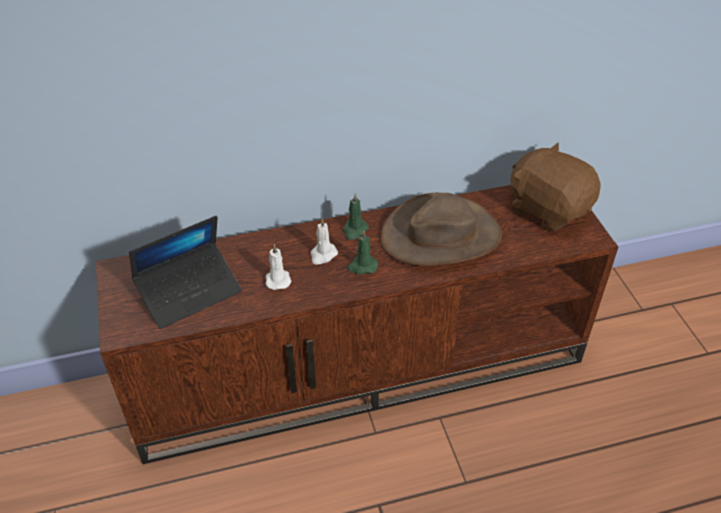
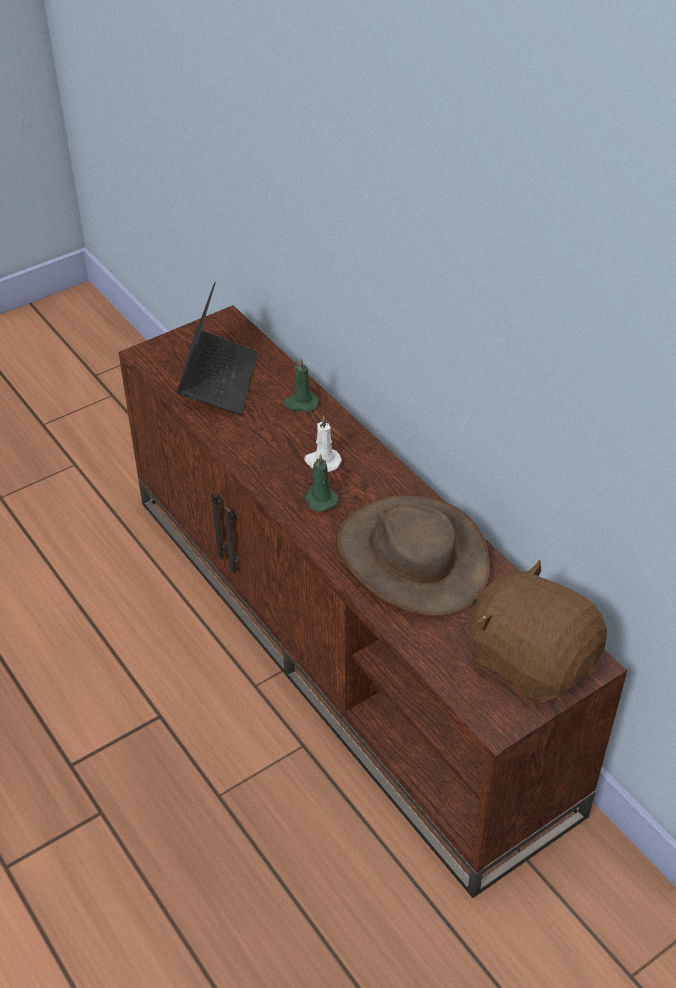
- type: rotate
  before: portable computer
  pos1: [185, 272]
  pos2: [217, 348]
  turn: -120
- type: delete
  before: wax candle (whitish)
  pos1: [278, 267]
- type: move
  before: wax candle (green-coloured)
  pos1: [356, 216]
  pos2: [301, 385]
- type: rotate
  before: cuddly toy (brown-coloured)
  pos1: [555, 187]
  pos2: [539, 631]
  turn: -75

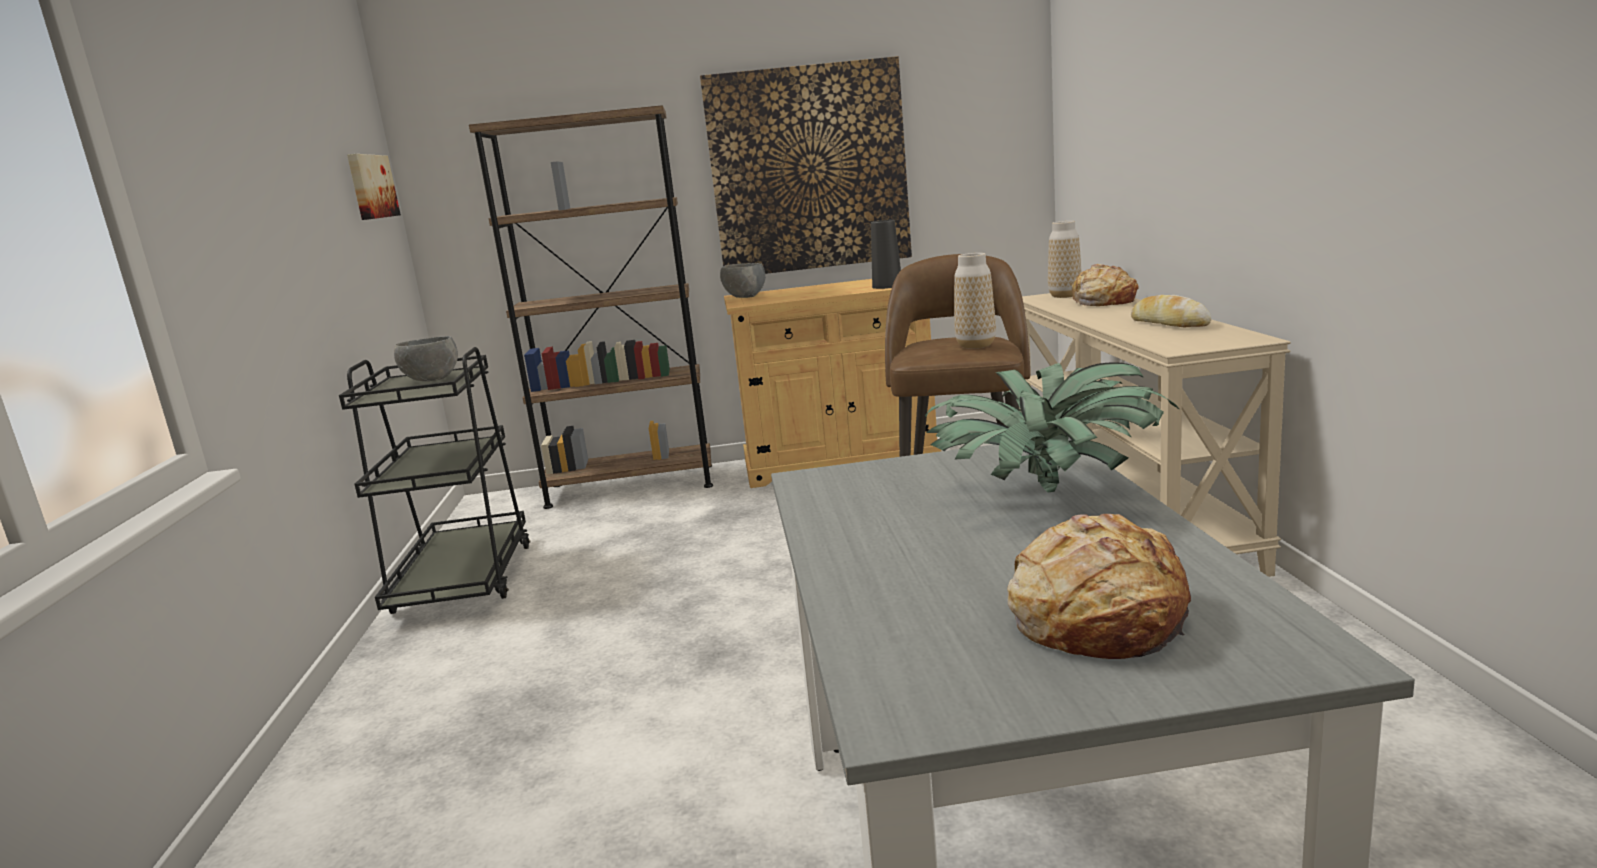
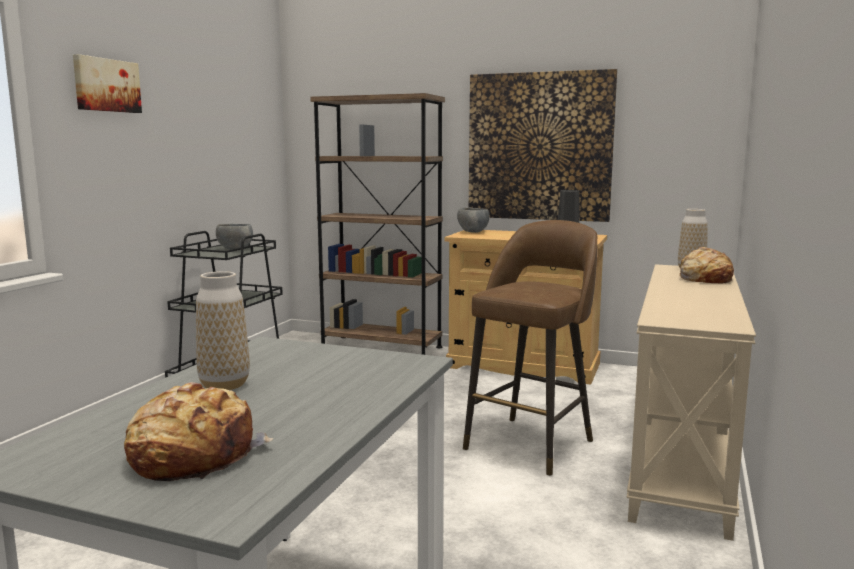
- type: move
  before: wall art
  pos1: [374, 187]
  pos2: [107, 83]
- type: delete
  before: potted plant
  pos1: [1052, 427]
- type: move
  before: decorative vase
  pos1: [975, 300]
  pos2: [223, 330]
- type: delete
  before: bread
  pos1: [1171, 311]

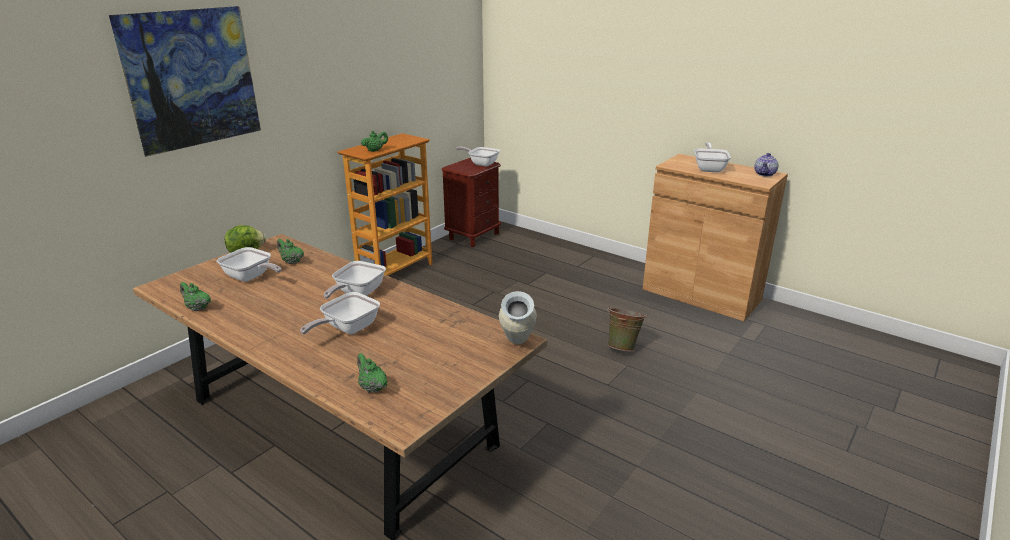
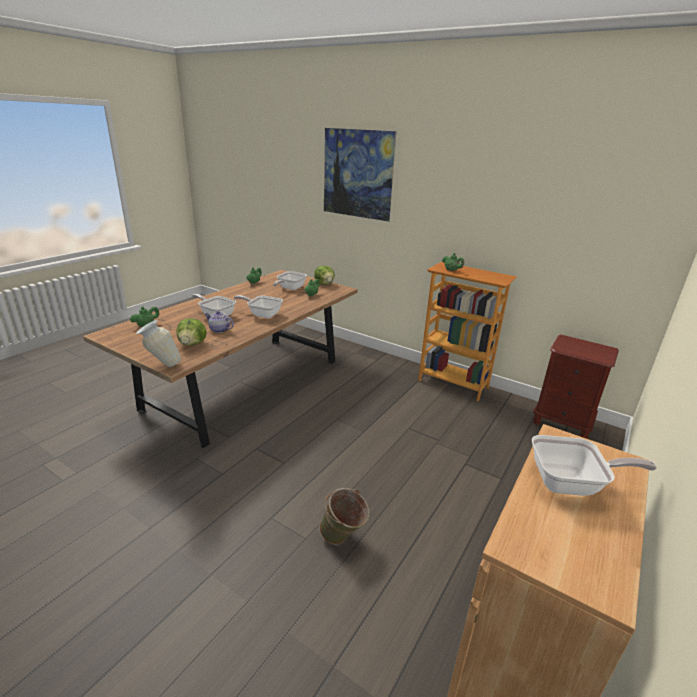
- type: delete
  before: skillet
  pos1: [478, 156]
- type: move
  before: teapot
  pos1: [766, 165]
  pos2: [219, 322]
- type: insert
  after: lettuce head
  pos2: [192, 332]

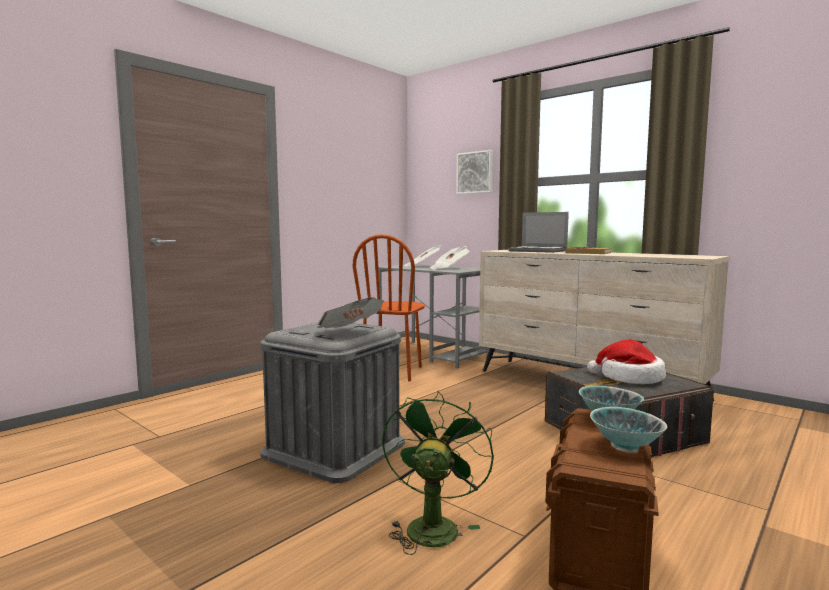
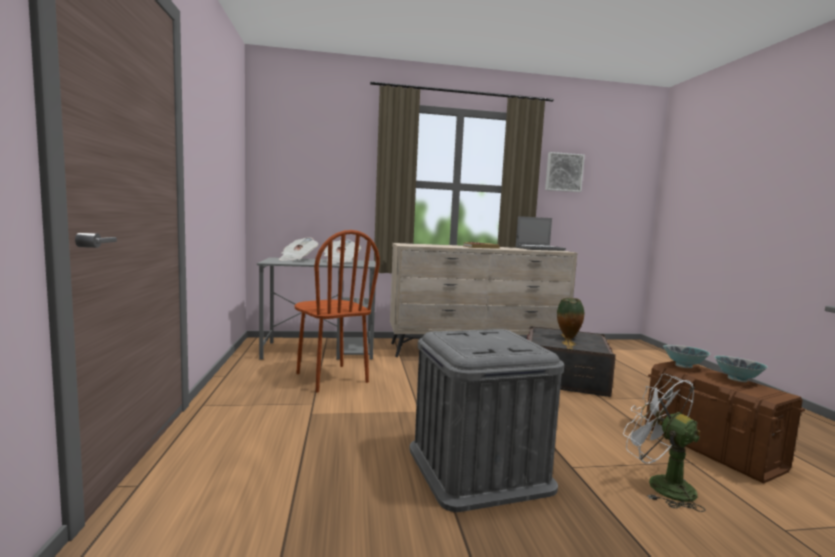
- type: delete
  before: newspaper
  pos1: [350, 312]
- type: recolor
  before: cooling fan (green-coloured)
  after: cooling fan (whitish)
  pos1: [438, 472]
  pos2: [664, 443]
- type: move
  before: wall art
  pos1: [474, 172]
  pos2: [565, 172]
- type: move
  before: portable computer
  pos1: [538, 232]
  pos2: [541, 233]
- type: replace
  before: wearable hat
  after: decorative vase
  pos1: [626, 362]
  pos2: [570, 318]

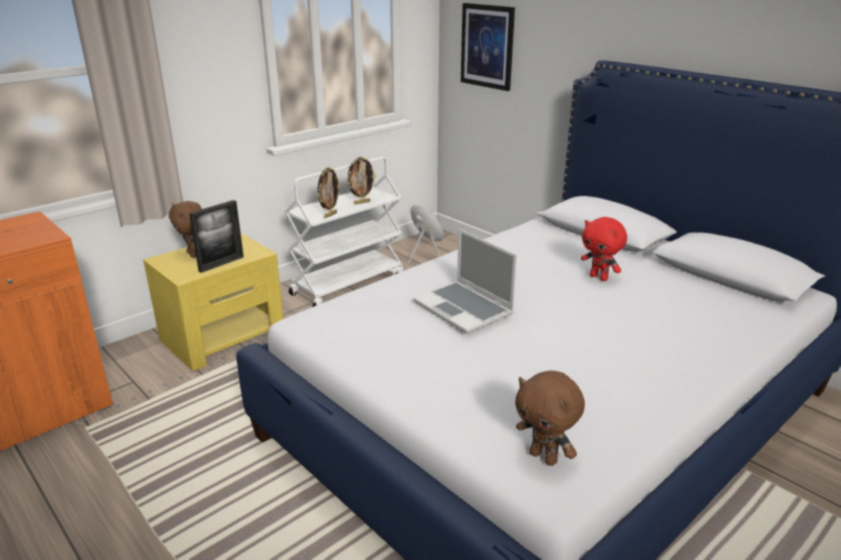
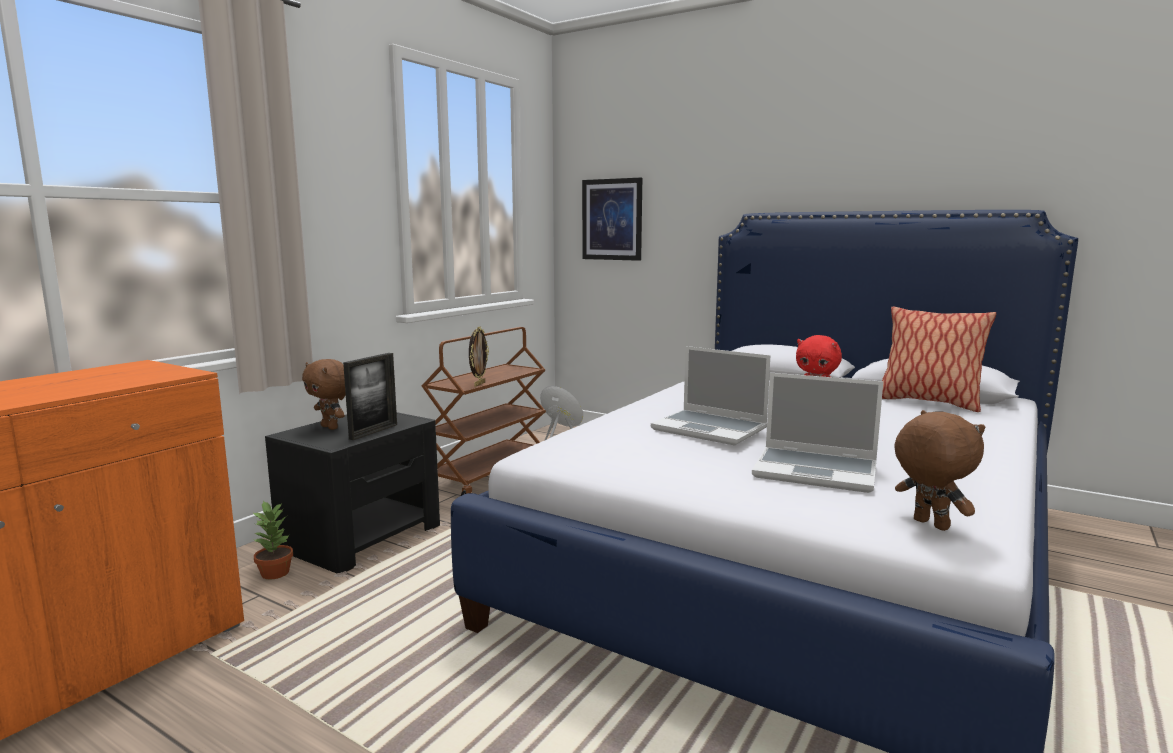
- type: recolor
  before: night table (yellow-coloured)
  after: night table (blackish)
  pos1: [213, 301]
  pos2: [352, 492]
- type: recolor
  before: wheeled cart (whitish)
  after: wheeled cart (brown-coloured)
  pos1: [344, 232]
  pos2: [484, 411]
- type: delete
  before: picture frame
  pos1: [361, 180]
- type: rotate
  before: cuddly toy (brown-coloured)
  pos1: [550, 418]
  pos2: [939, 470]
  turn: -150
- type: insert
  after: potted plant
  pos2: [272, 539]
- type: insert
  after: portable computer
  pos2: [817, 433]
- type: insert
  after: throw pillow
  pos2: [939, 359]

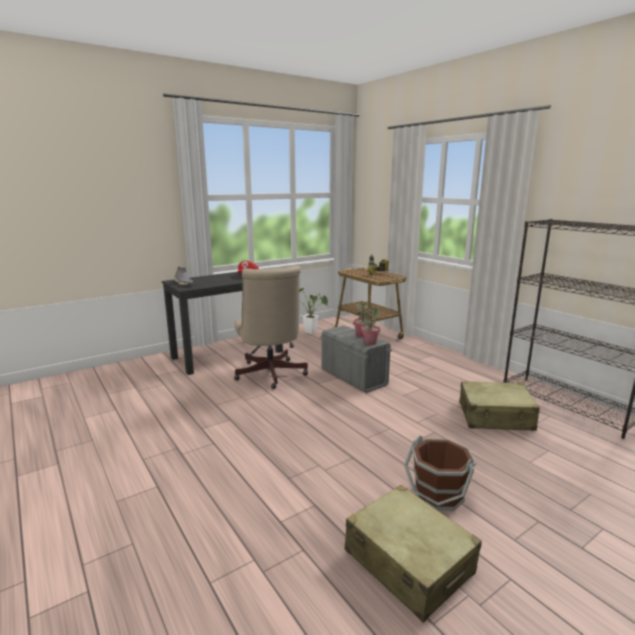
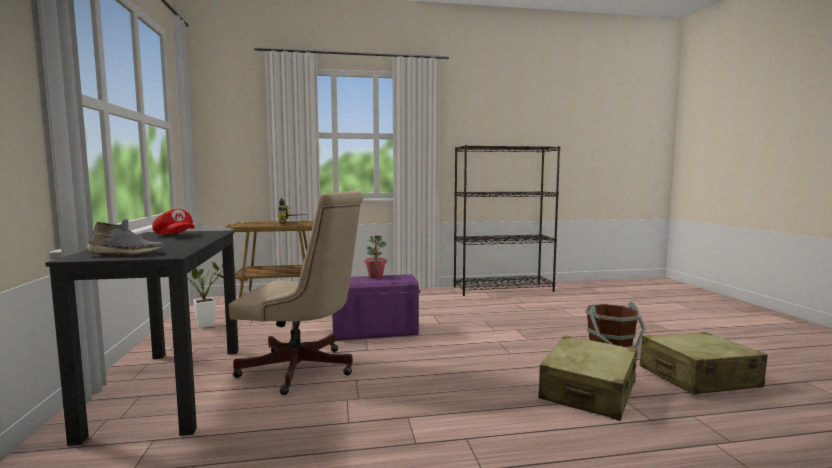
- type: recolor
  before: storage box (gray)
  after: storage box (purple)
  pos1: [356, 359]
  pos2: [376, 307]
- type: delete
  before: potted plant
  pos1: [370, 326]
- type: move
  before: travel case (beige)
  pos1: [499, 406]
  pos2: [587, 378]

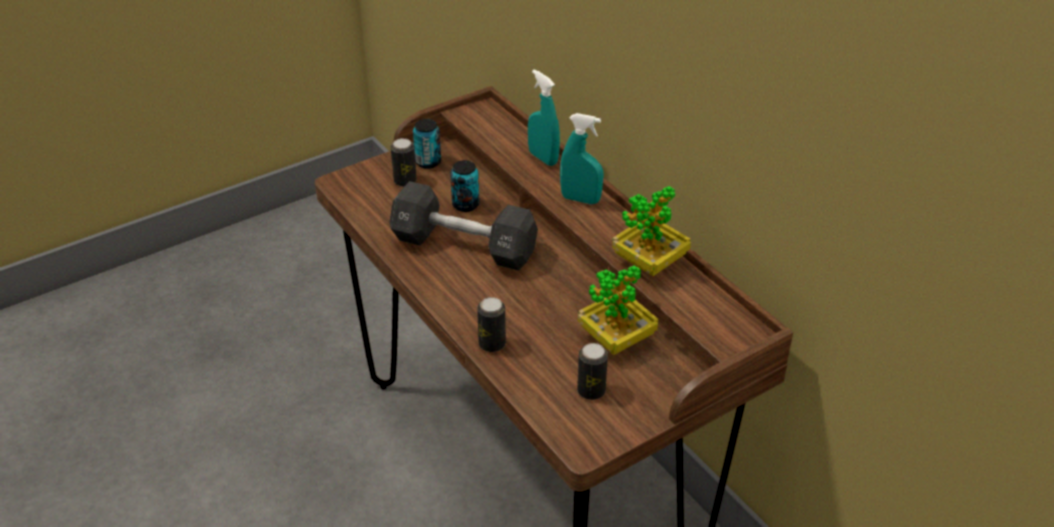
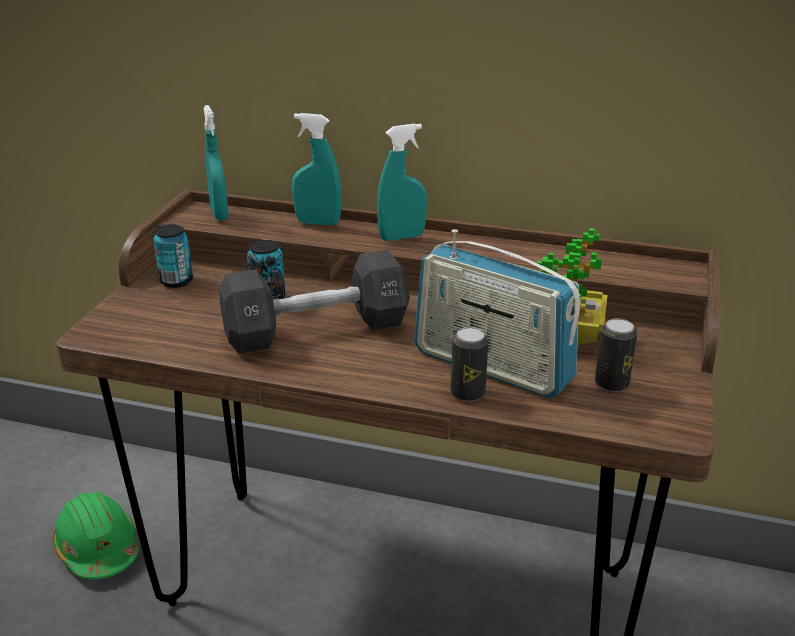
- type: delete
  before: metal can
  pos1: [404, 162]
- type: delete
  before: potted plant
  pos1: [651, 231]
- type: insert
  after: work helmet (green-coloured)
  pos2: [95, 535]
- type: insert
  after: spray bottle (blue-green)
  pos2: [216, 163]
- type: insert
  after: radio
  pos2: [497, 313]

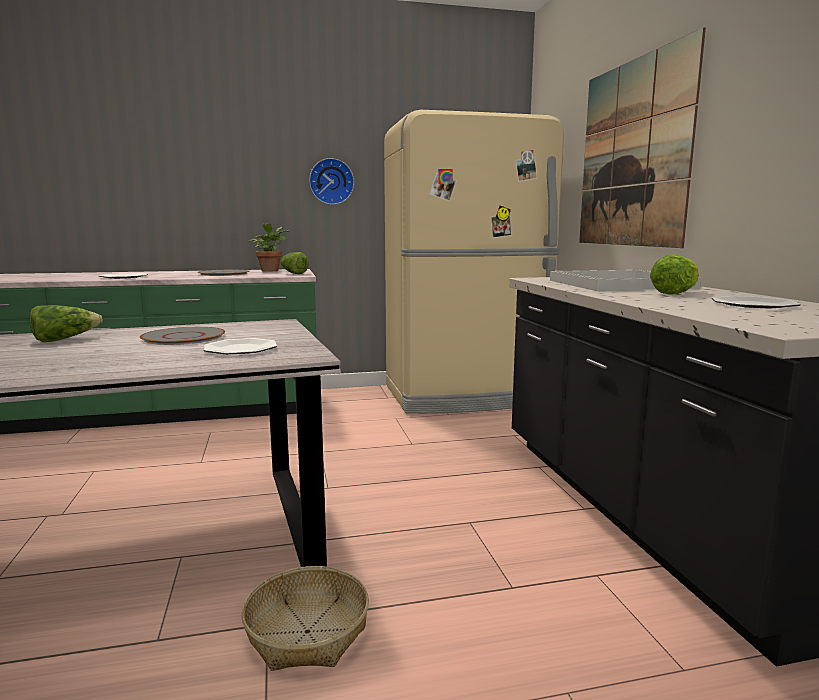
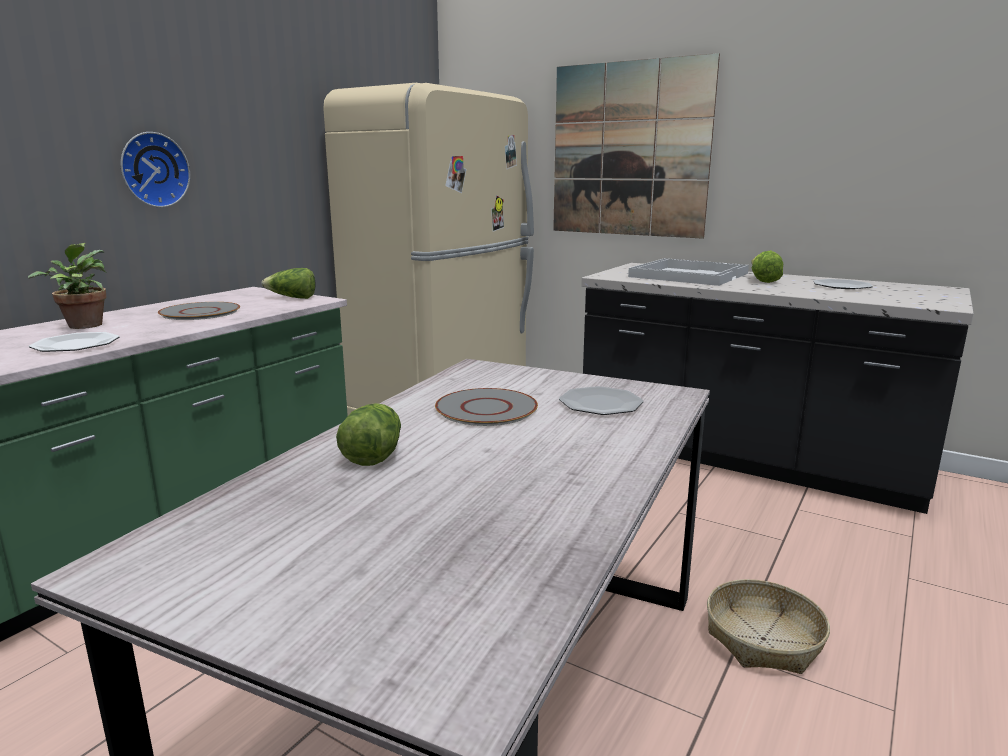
- type: move
  before: potted plant
  pos1: [268, 247]
  pos2: [67, 285]
- type: move
  before: hanging clock
  pos1: [331, 181]
  pos2: [155, 170]

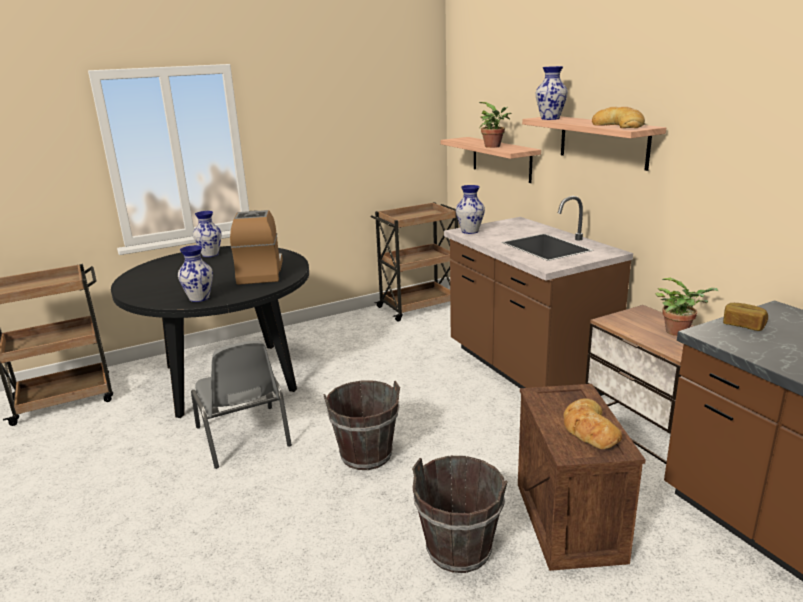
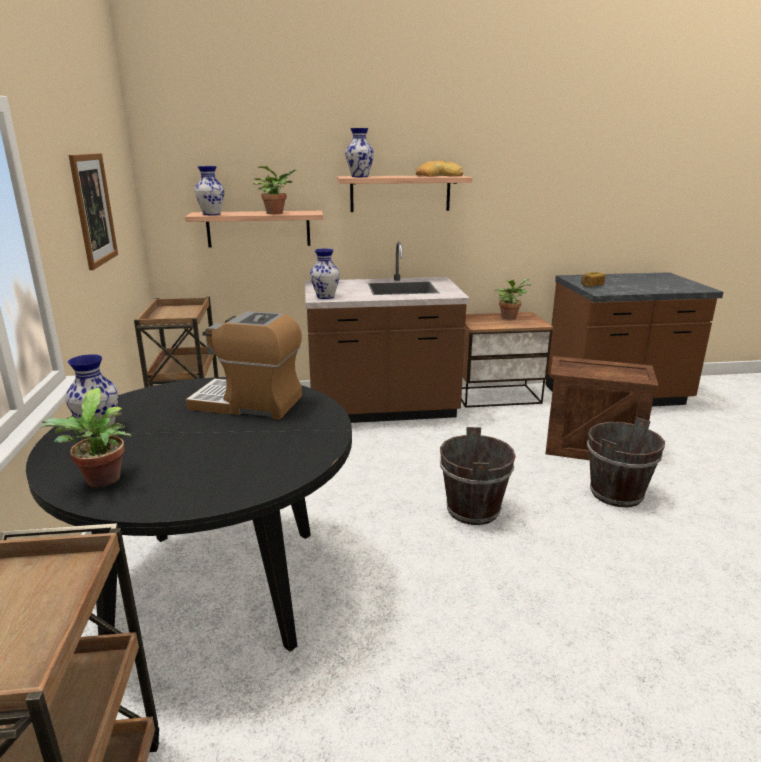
- type: move
  before: decorative vase
  pos1: [195, 273]
  pos2: [209, 190]
- type: delete
  before: chair (gray)
  pos1: [241, 404]
- type: delete
  before: bread
  pos1: [593, 423]
- type: insert
  after: potted plant
  pos2: [86, 437]
- type: insert
  after: wall art
  pos2: [93, 211]

